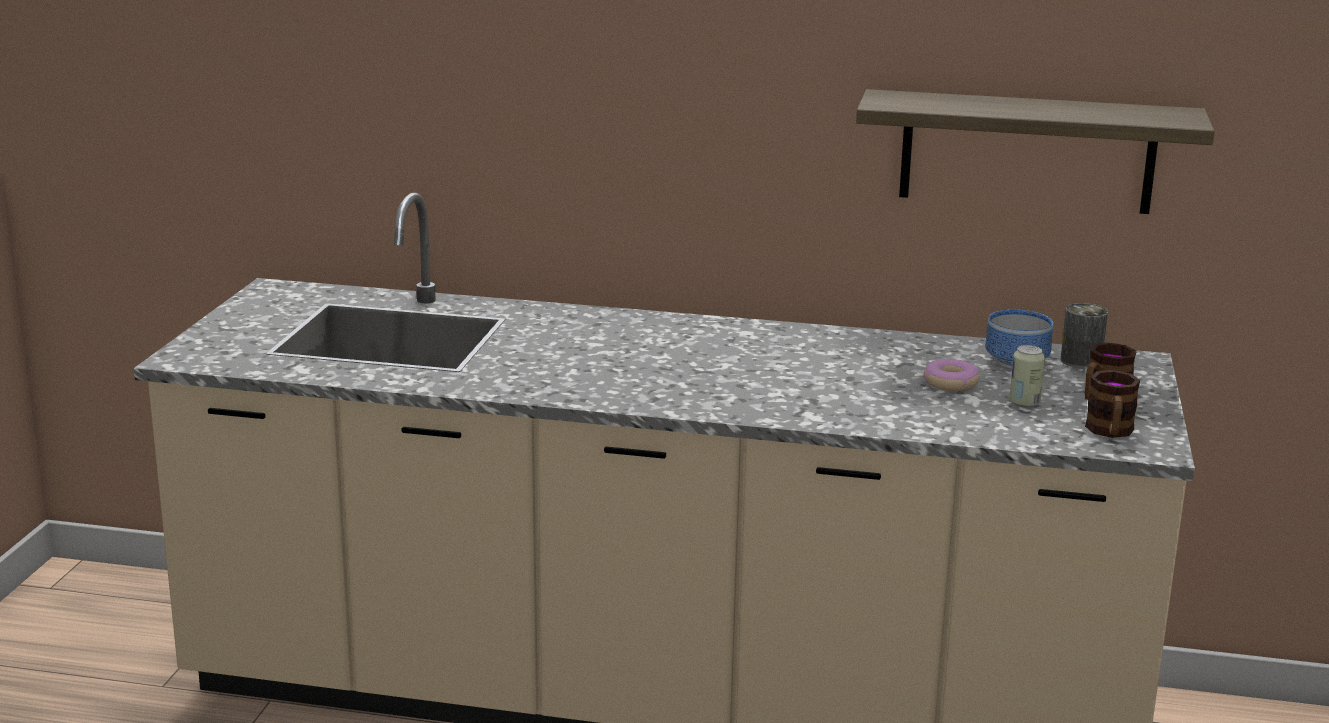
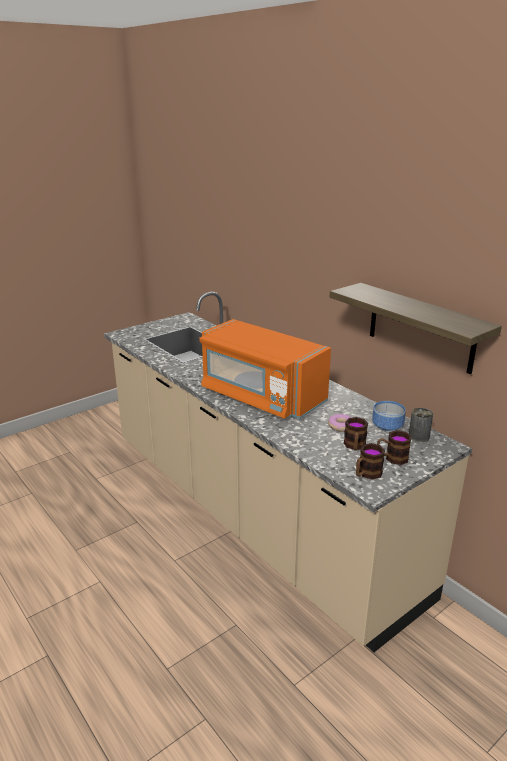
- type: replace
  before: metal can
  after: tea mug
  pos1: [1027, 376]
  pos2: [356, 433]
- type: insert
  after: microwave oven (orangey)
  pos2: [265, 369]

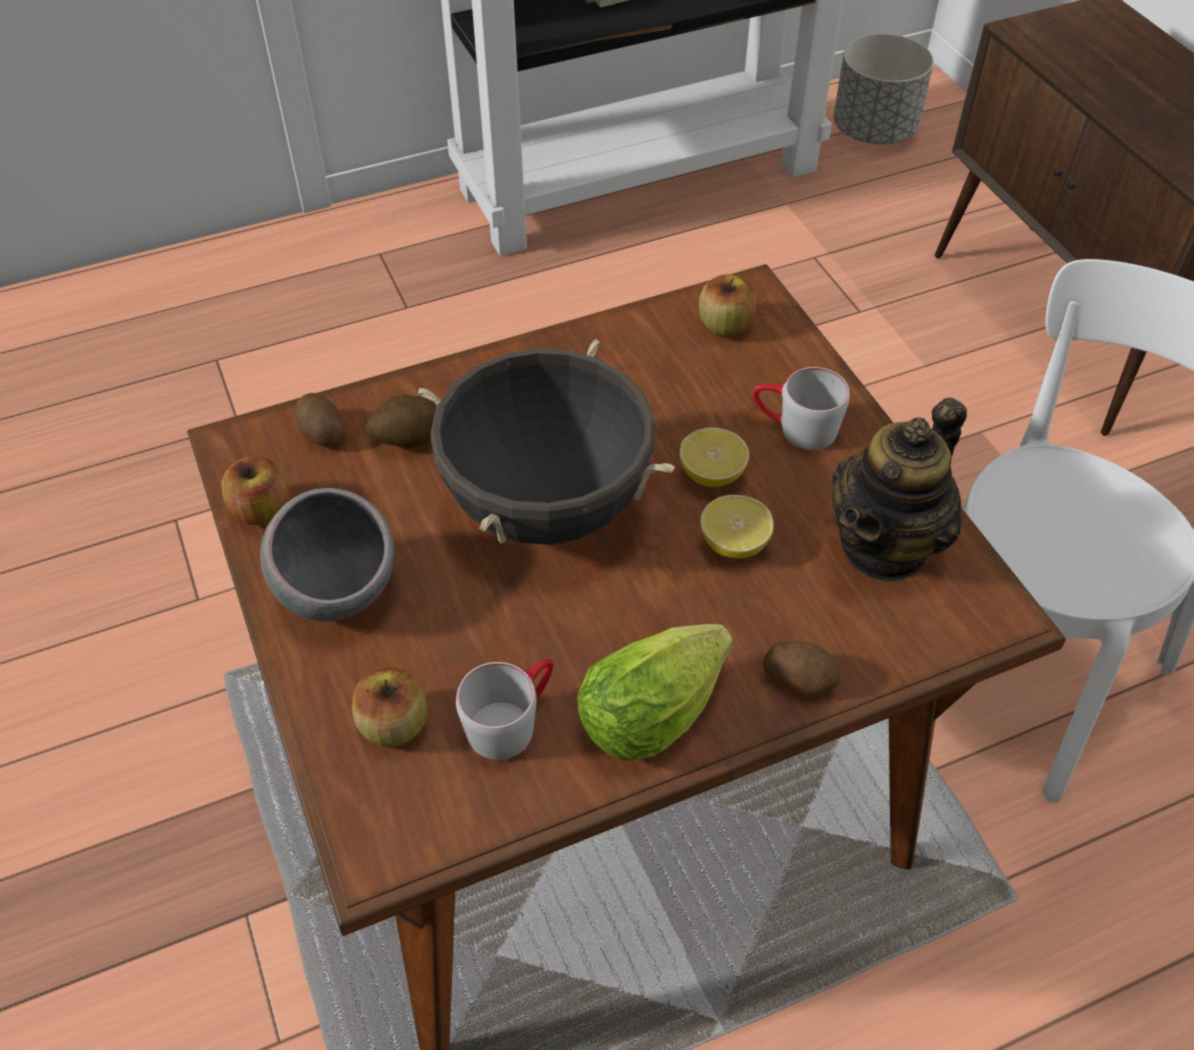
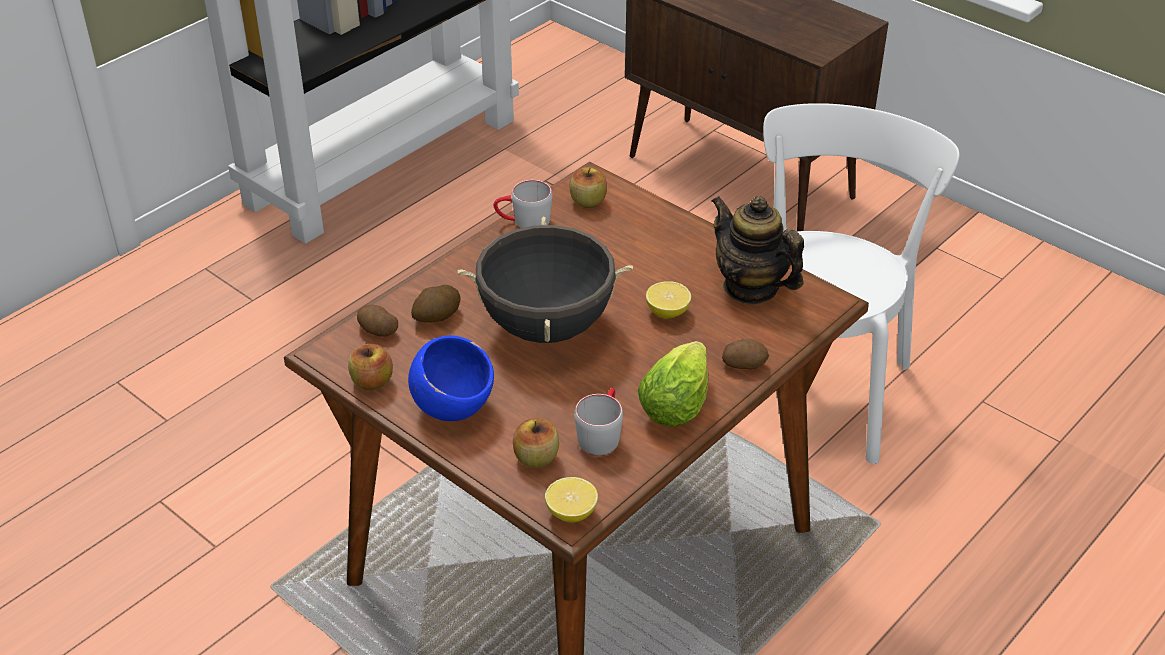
- type: recolor
  before: serving bowl (gray)
  after: serving bowl (blue)
  pos1: [327, 555]
  pos2: [451, 378]
- type: move
  before: whole lemon
  pos1: [714, 457]
  pos2: [571, 500]
- type: move
  before: tea mug (gray)
  pos1: [801, 408]
  pos2: [522, 204]
- type: rotate
  before: teapot
  pos1: [899, 490]
  pos2: [758, 250]
  turn: 120
- type: delete
  before: plant pot (gray)
  pos1: [883, 89]

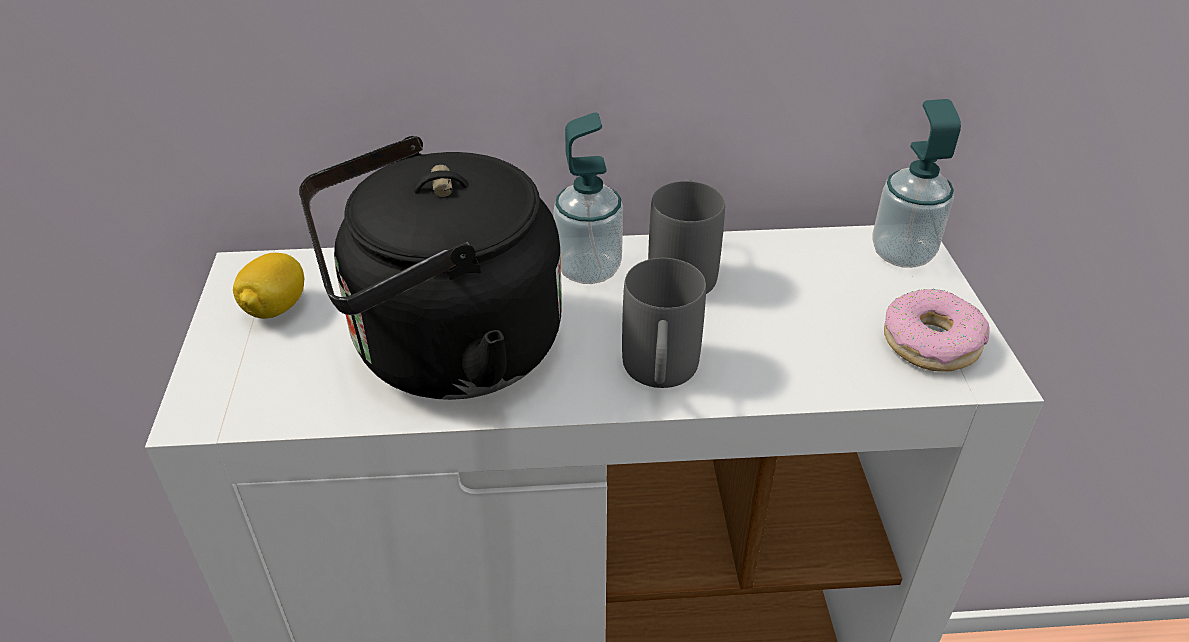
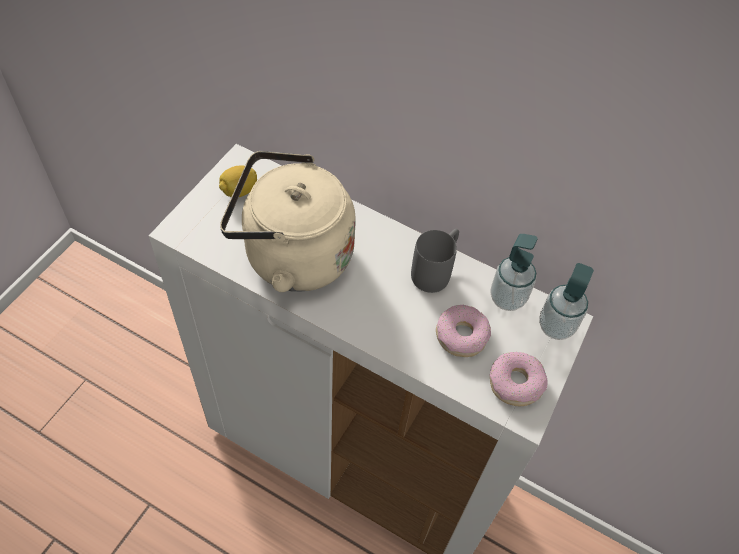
- type: recolor
  before: water kettle (blackish)
  after: water kettle (beige)
  pos1: [430, 268]
  pos2: [288, 221]
- type: move
  before: liquid soap bottle
  pos1: [588, 198]
  pos2: [514, 272]
- type: delete
  before: tea mug (gray)
  pos1: [664, 323]
- type: insert
  after: donut
  pos2: [463, 331]

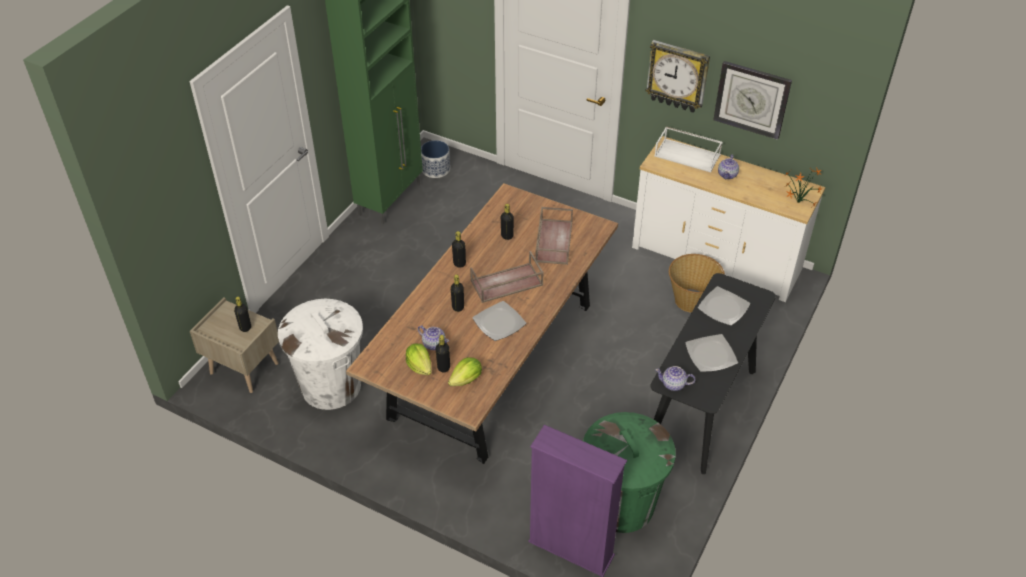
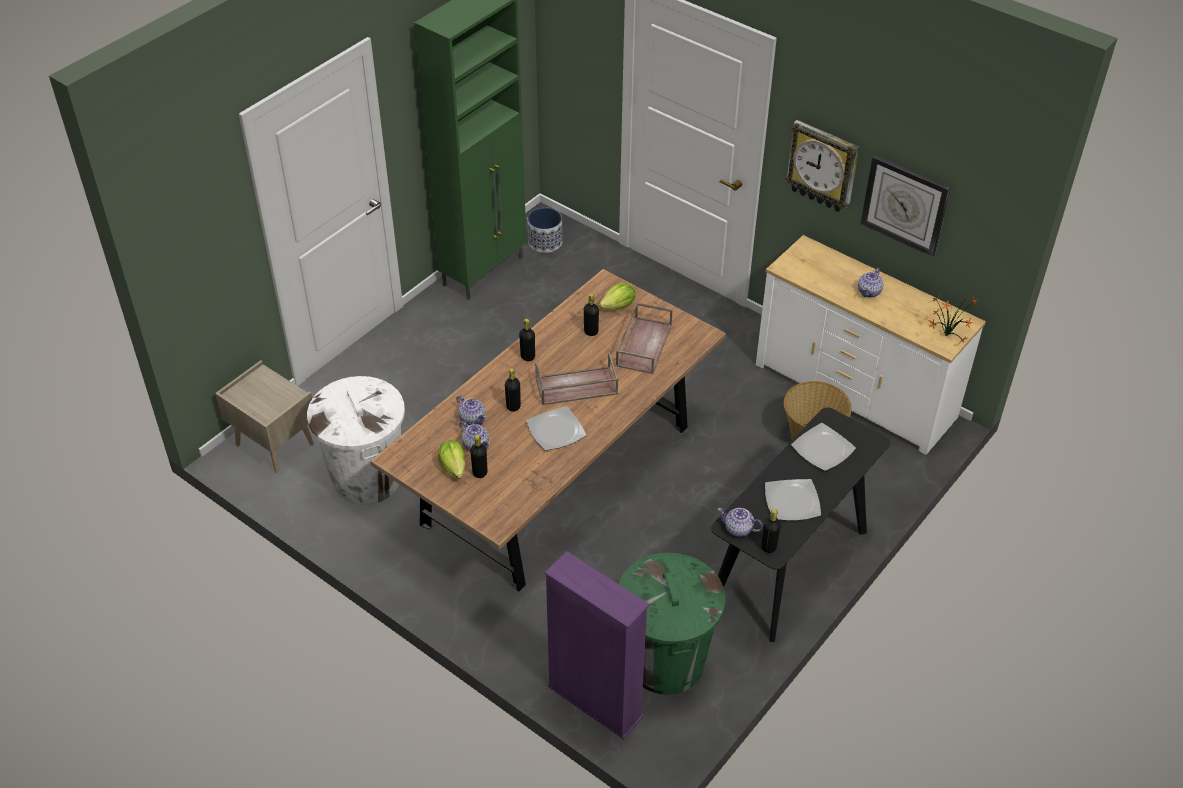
- type: move
  before: bottle (blackish)
  pos1: [242, 314]
  pos2: [771, 531]
- type: move
  before: lettuce head
  pos1: [465, 371]
  pos2: [617, 296]
- type: delete
  before: tray (whitish)
  pos1: [688, 149]
- type: insert
  after: teapot
  pos2: [471, 410]

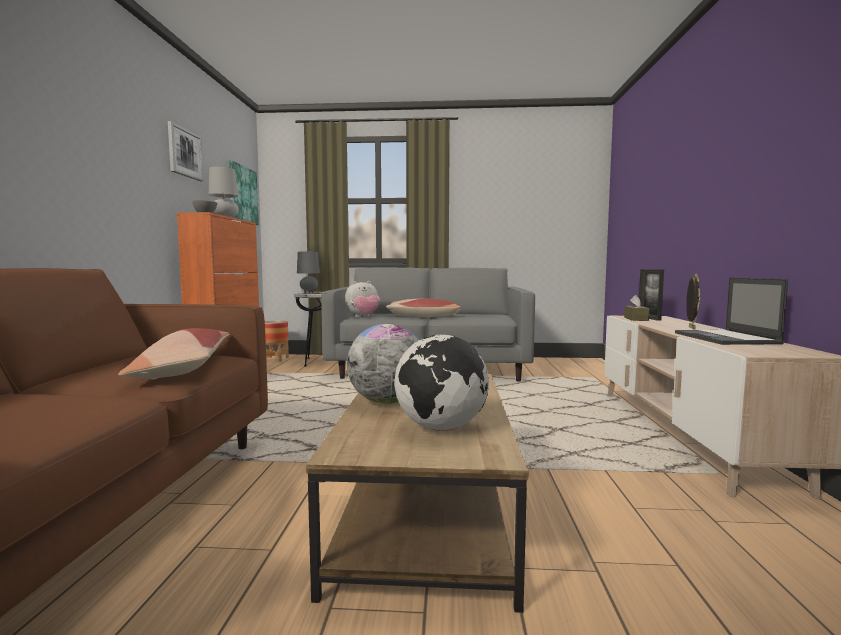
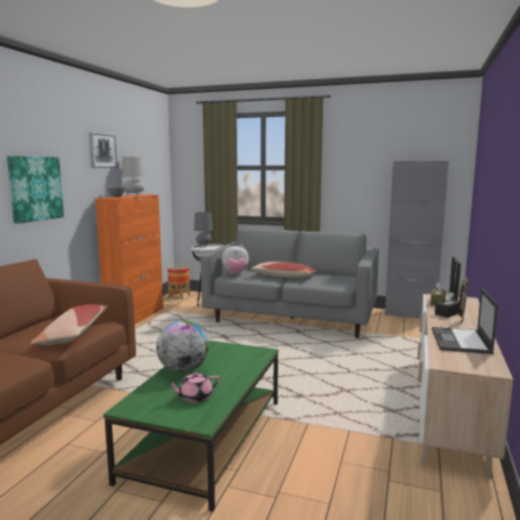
- type: move
  before: wall art
  pos1: [244, 193]
  pos2: [35, 190]
- type: recolor
  before: coffee table (brown-coloured)
  after: coffee table (green-coloured)
  pos1: [417, 493]
  pos2: [191, 426]
- type: replace
  before: globe
  after: teapot (pink-coloured)
  pos1: [441, 382]
  pos2: [193, 387]
- type: insert
  after: storage cabinet (gray)
  pos2: [417, 239]
- type: insert
  after: tissue holder (blackish)
  pos2: [447, 305]

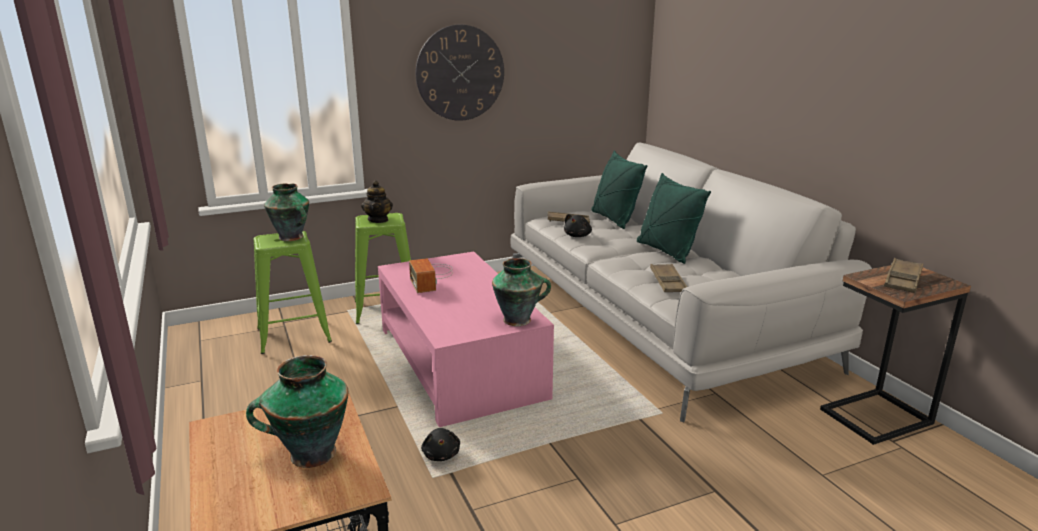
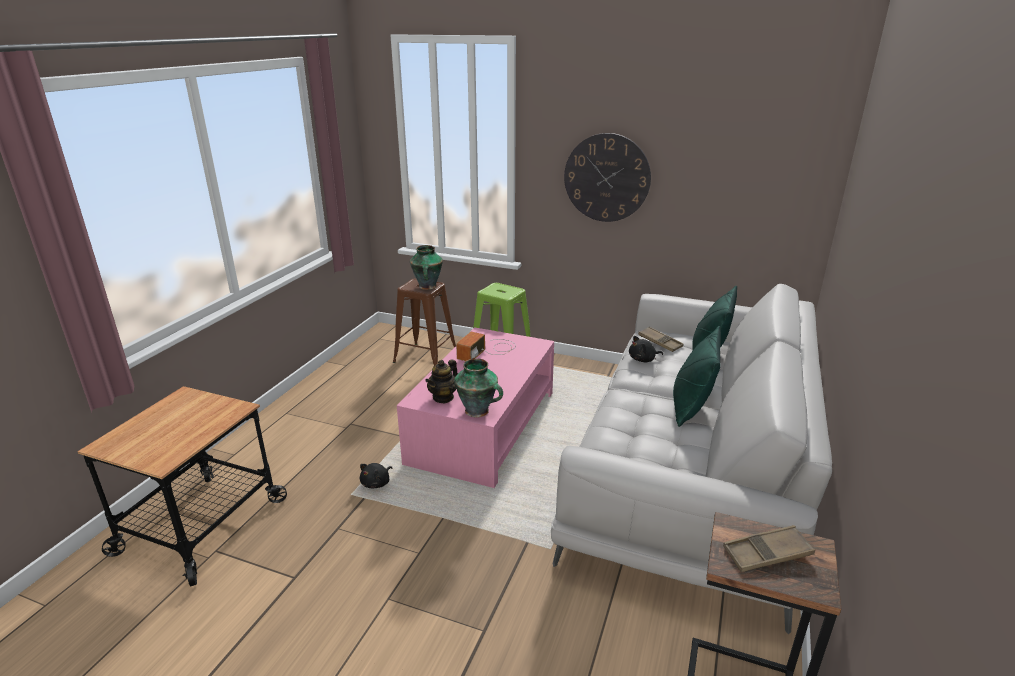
- type: delete
  before: decorative vase
  pos1: [297, 411]
- type: recolor
  before: stool (green-coloured)
  after: stool (brown-coloured)
  pos1: [293, 292]
  pos2: [424, 322]
- type: move
  before: teapot
  pos1: [377, 202]
  pos2: [441, 381]
- type: delete
  before: tray (brown-coloured)
  pos1: [668, 278]

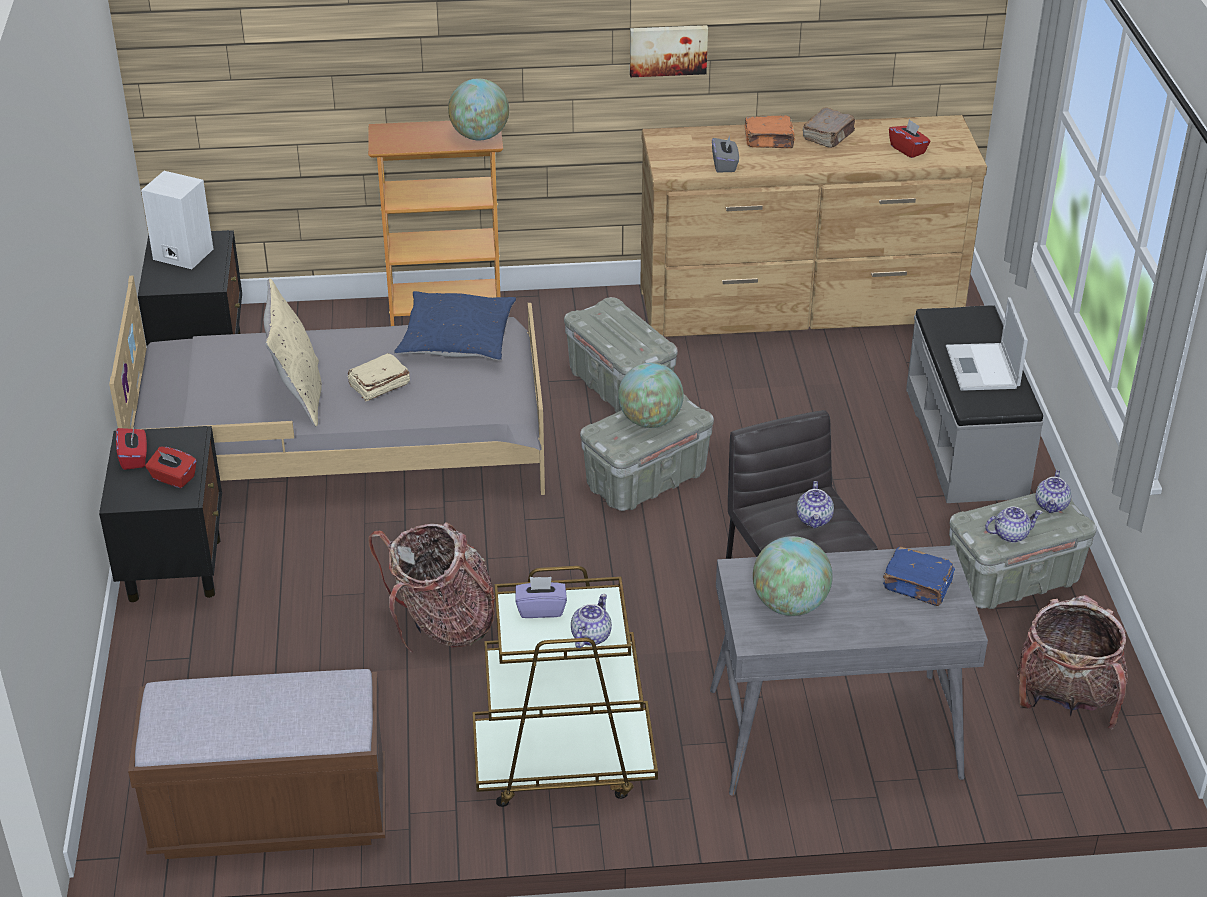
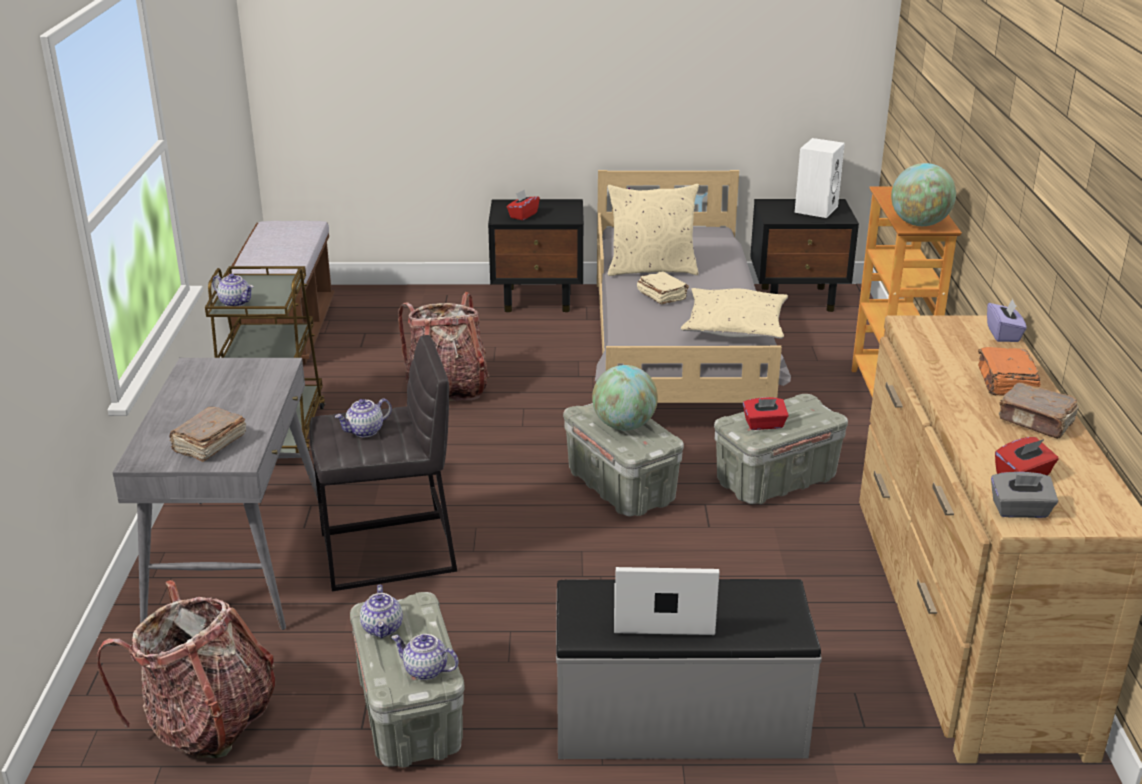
- type: move
  before: tissue holder (red)
  pos1: [131, 449]
  pos2: [766, 413]
- type: recolor
  before: throw pillow (blue)
  after: throw pillow (beige)
  pos1: [455, 326]
  pos2: [734, 313]
- type: move
  before: tissue holder (purple)
  pos1: [541, 597]
  pos2: [1007, 320]
- type: delete
  before: wall art
  pos1: [669, 51]
- type: move
  before: tissue holder (gray)
  pos1: [725, 153]
  pos2: [1024, 495]
- type: delete
  before: globe
  pos1: [793, 576]
- type: rotate
  before: teapot
  pos1: [815, 504]
  pos2: [363, 417]
  turn: -45
- type: recolor
  before: book (blue)
  after: book (brown-coloured)
  pos1: [919, 576]
  pos2: [208, 434]

